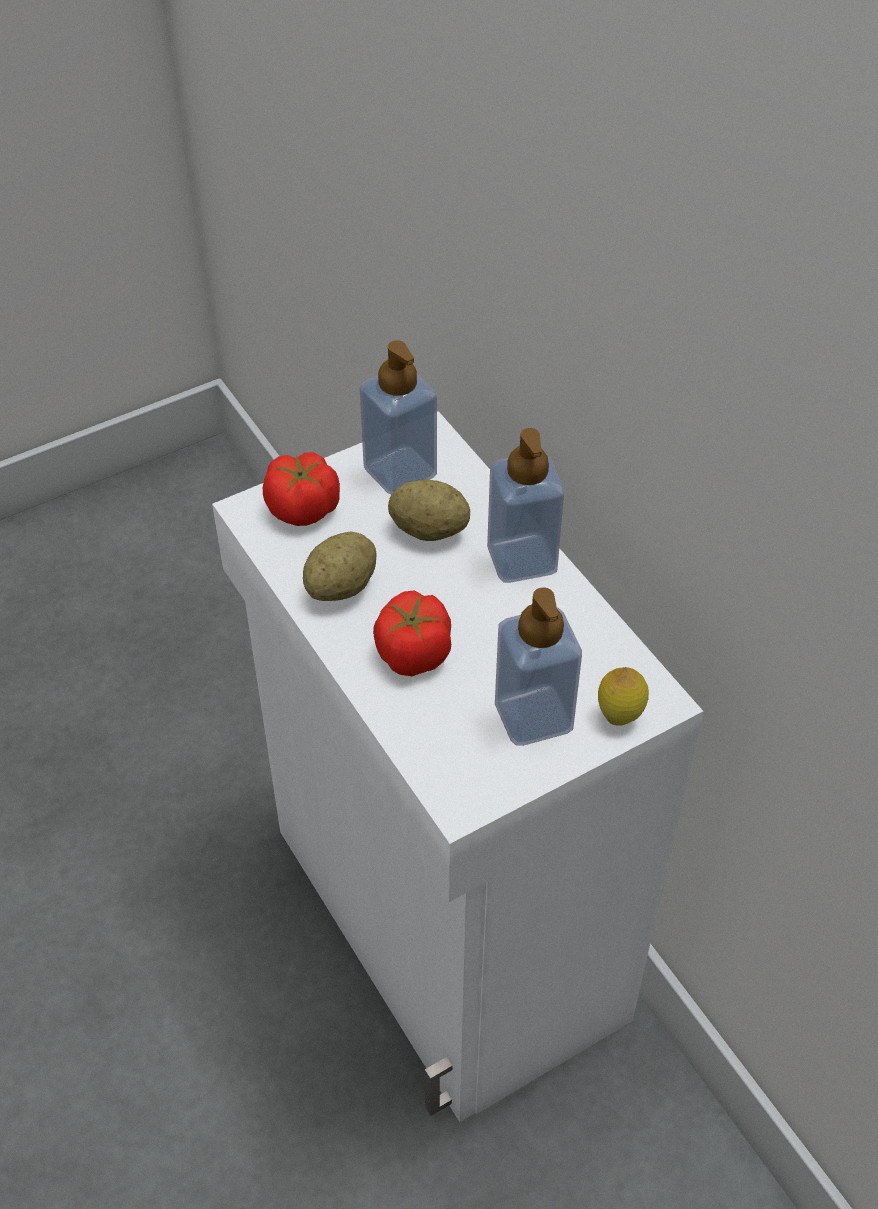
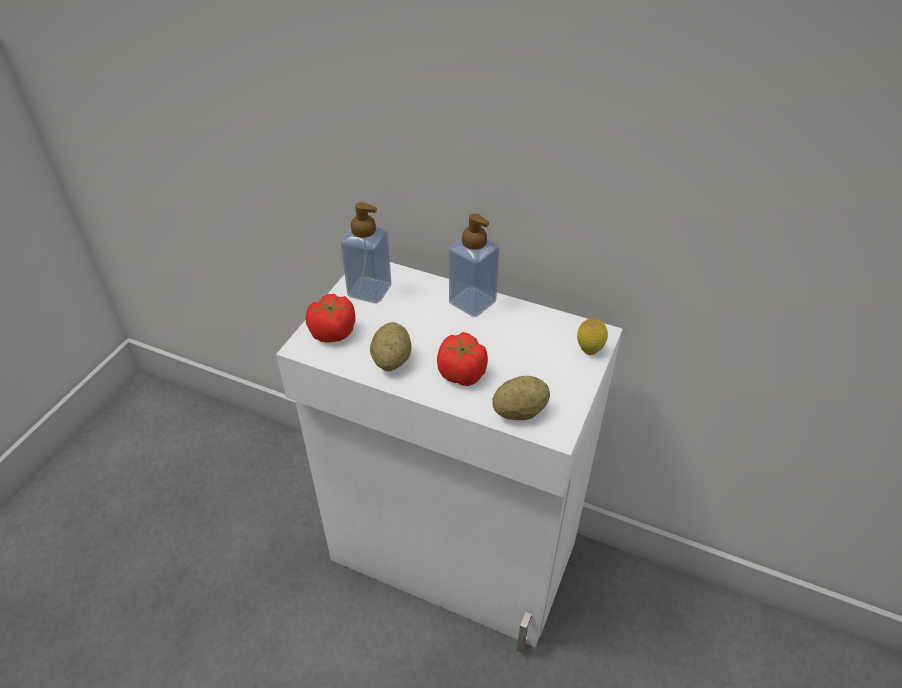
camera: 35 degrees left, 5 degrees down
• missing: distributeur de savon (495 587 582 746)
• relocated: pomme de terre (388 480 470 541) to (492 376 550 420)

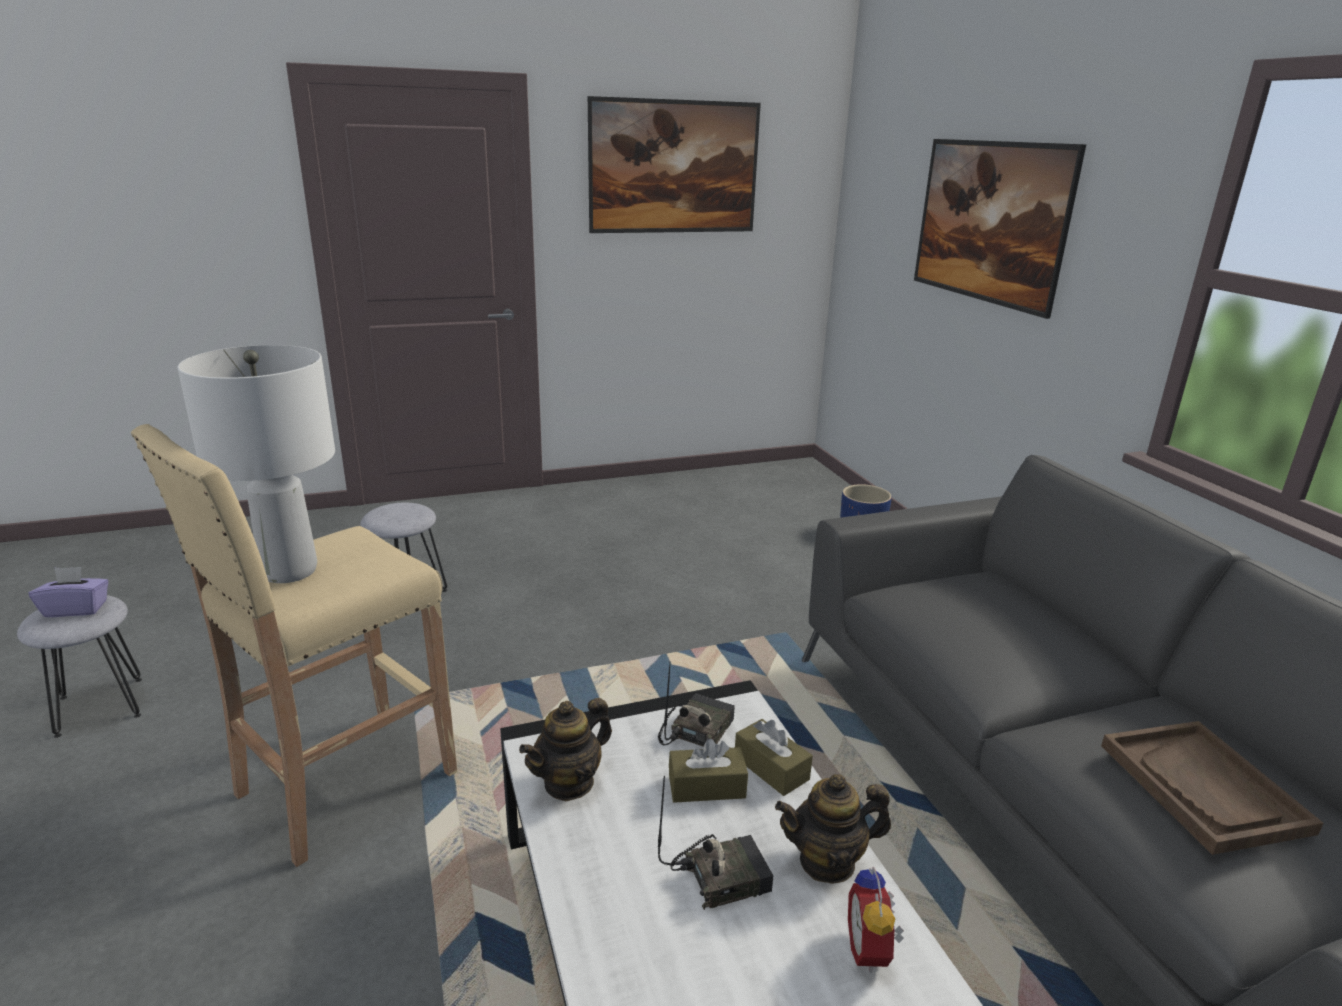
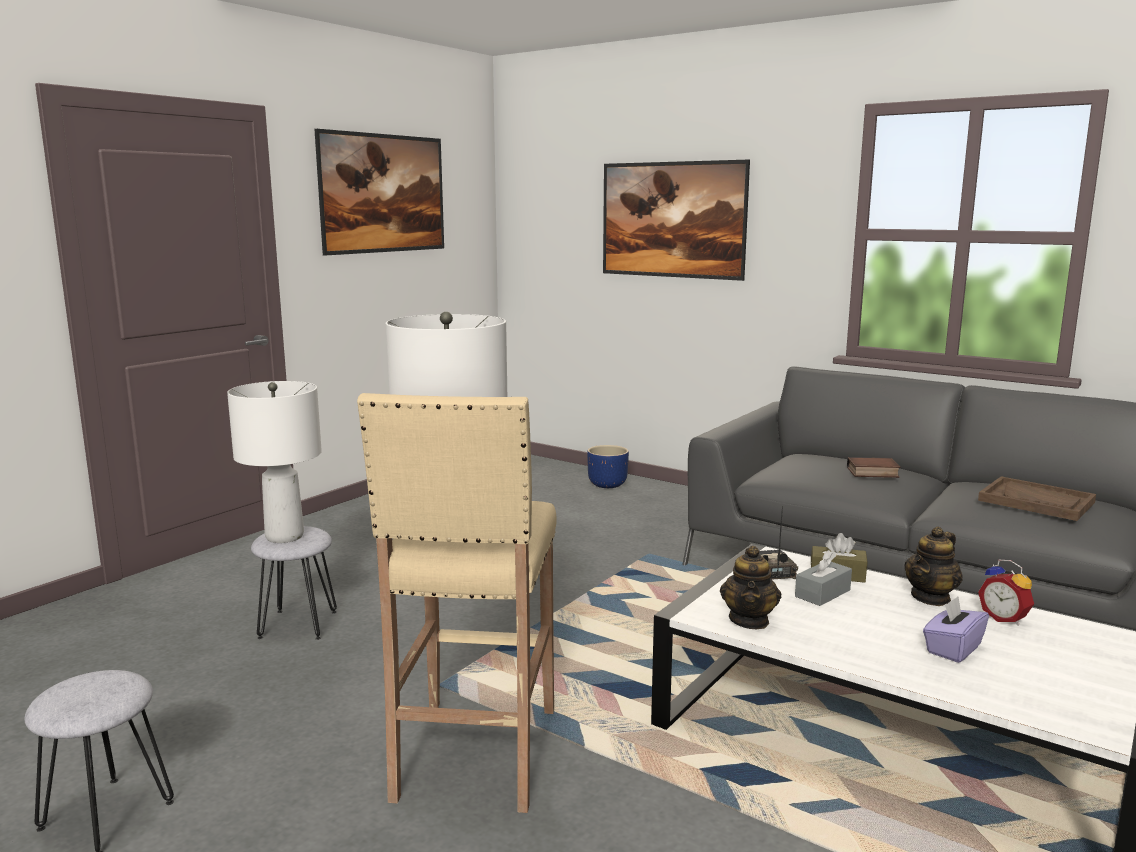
camera: 35 degrees left, 10 degrees down
• missing: radio (658 776 774 910)
• appeared: lampe de table (blanc) (227 381 322 543)
• appeared: livre (847 457 900 478)
• relocated: boîte à mouchoirs (violet) (29 567 109 617) to (923 596 989 663)
• colour: boîte à mouchoirs (marron) (669 739 748 803) to boîte à mouchoirs (gris) (795 550 852 606)

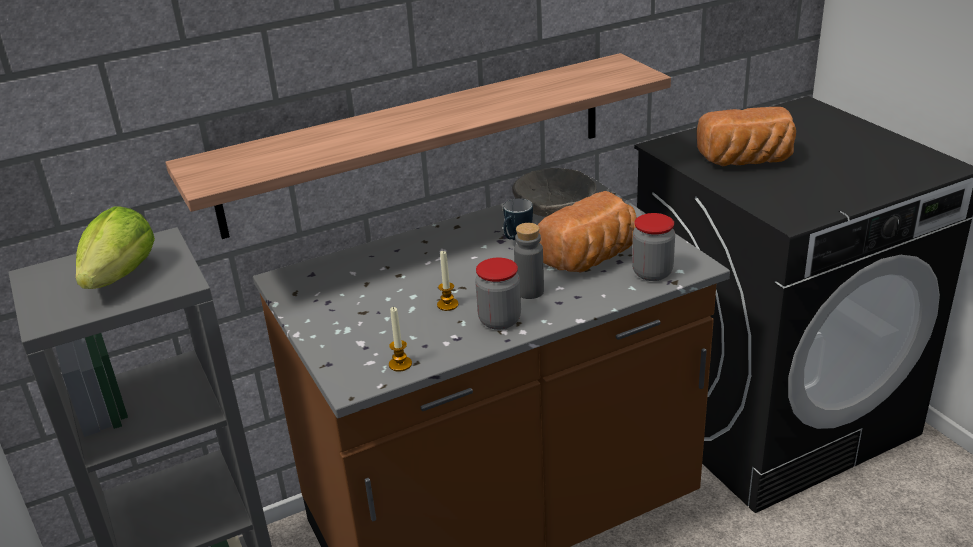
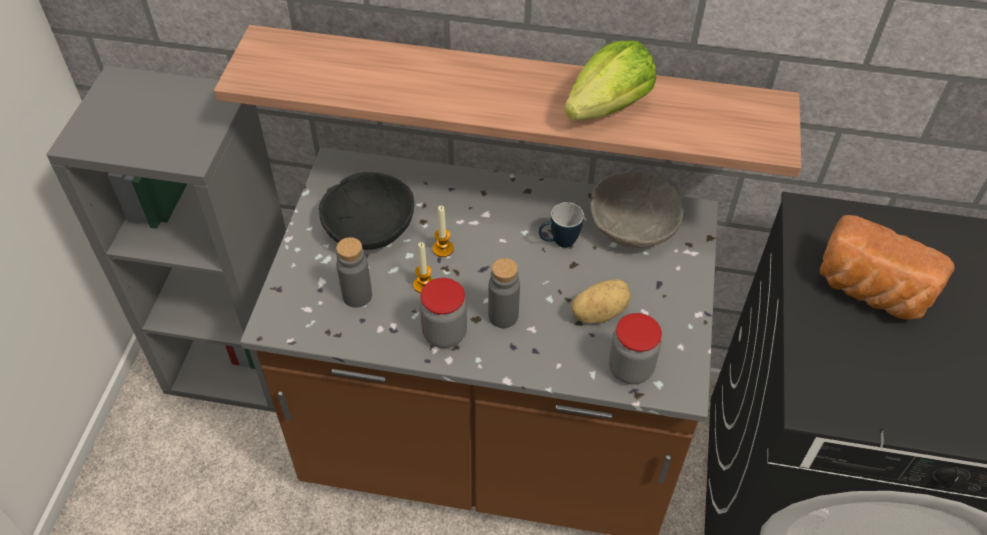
camera: 35 degrees right, 20 degrees up
• appeared: bol (noir) (319 172 414 250)
• appeared: bouteille (gris) (336 237 372 308)
• relocated: laitue (76 207 155 289) to (564 40 656 121)
• relocated: bougie (389 307 412 372) to (432 206 454 257)
• exchanged: pain (538 191 637 273) to pomme de terre (571 279 631 323)

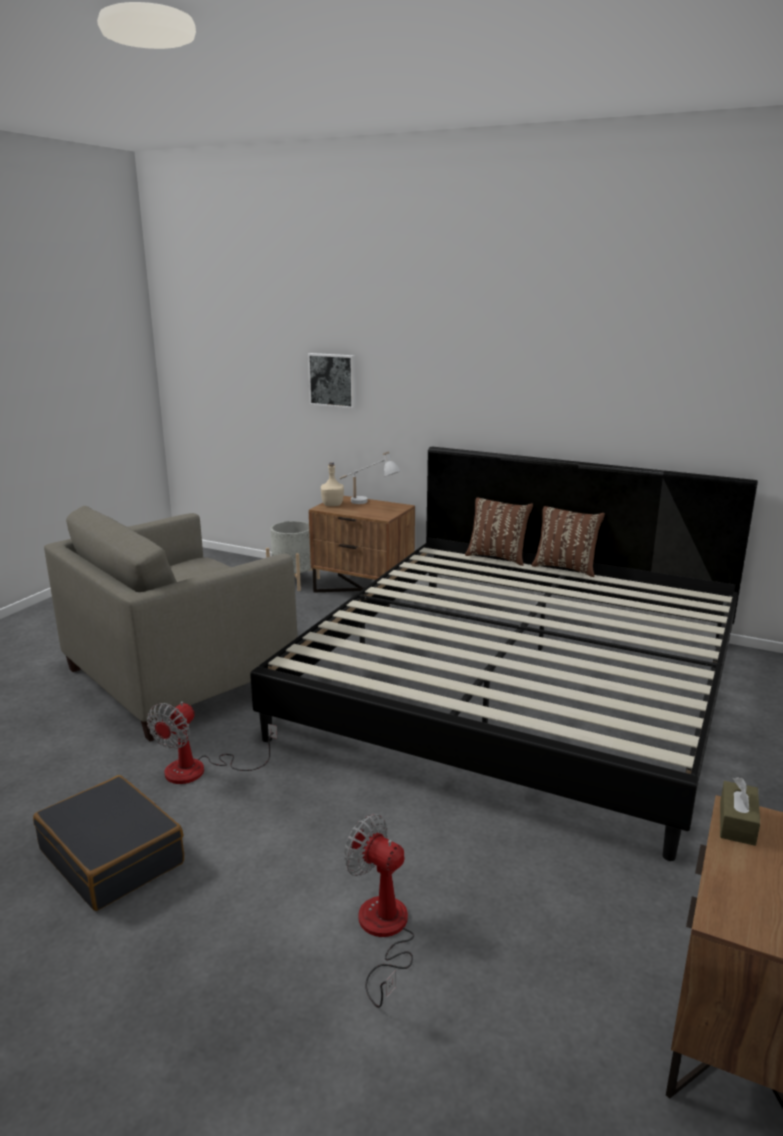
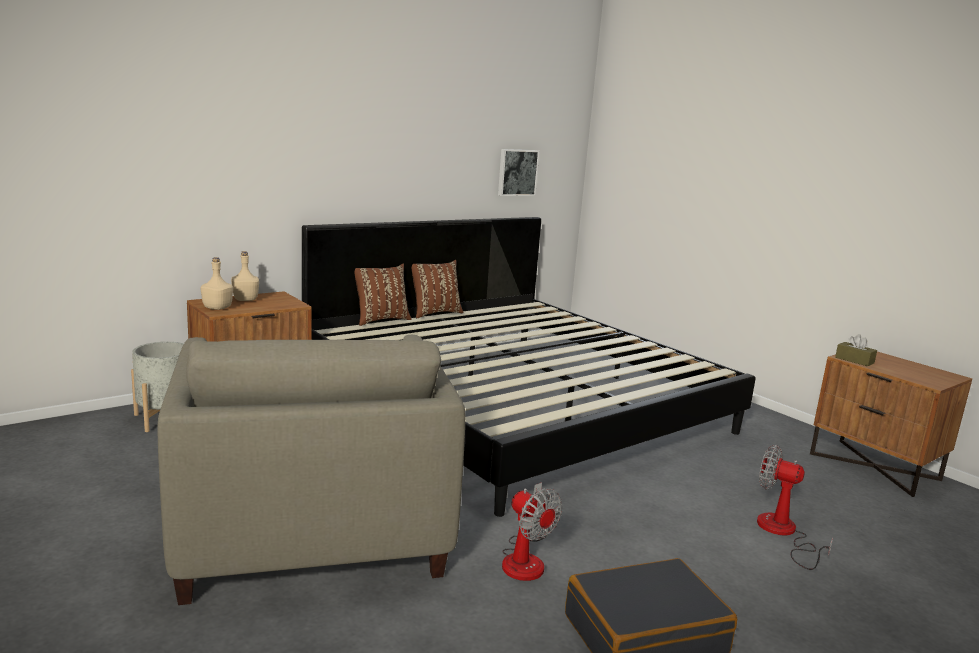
camera: 65 degrees left, 5 degrees down
• relocated: tableau (308 353 356 408) to (498 149 539 196)
• exchanged: lampe de table (blanc) (339 452 401 504) to bouteille (beige) (231 251 259 301)
• spun: ventilateur (344 814 414 1008) = (757 445 833 570) 60 degrees clockwise

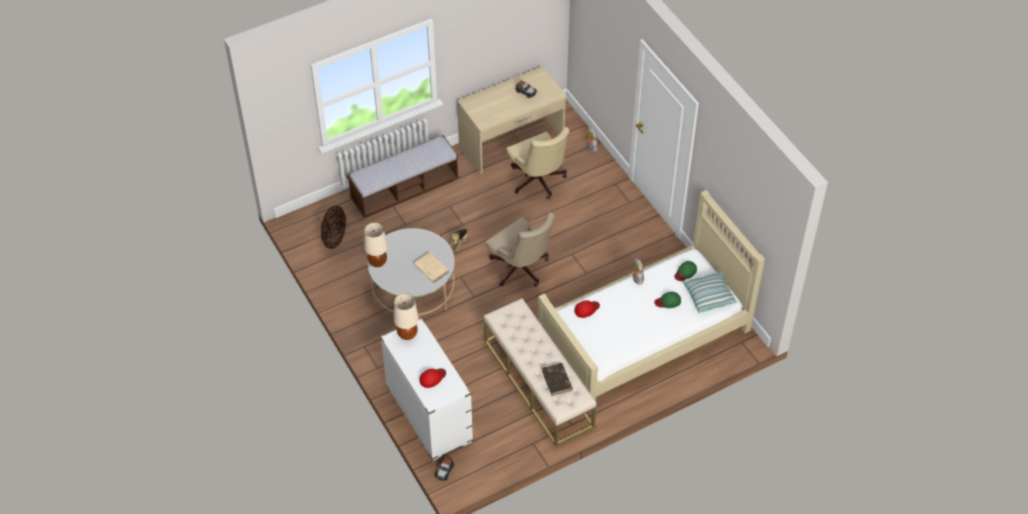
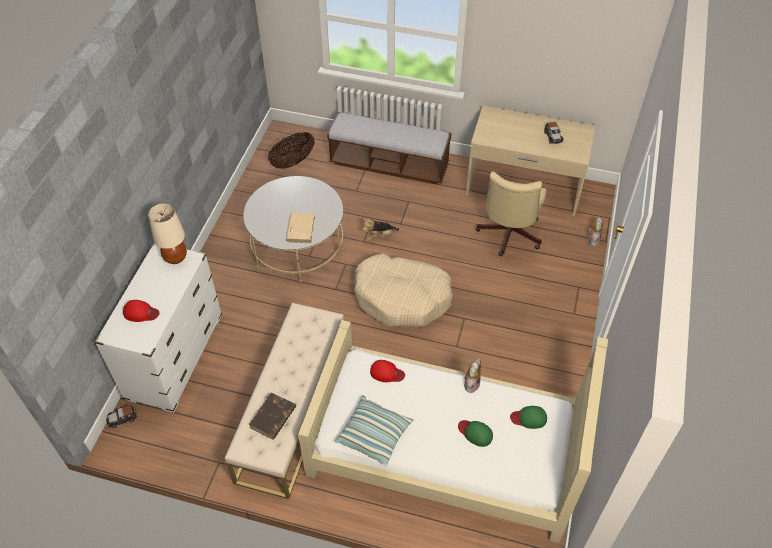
camera: 45 degrees right, 0 degrees up
• missing: lampe de table (beige) (364 222 388 267)
• relocated: coussin (682 271 737 313) to (335 395 414 466)
• exchanged: chaise de bureau (beige) (486 212 555 287) to panier pour chien (beige) (354 253 453 327)

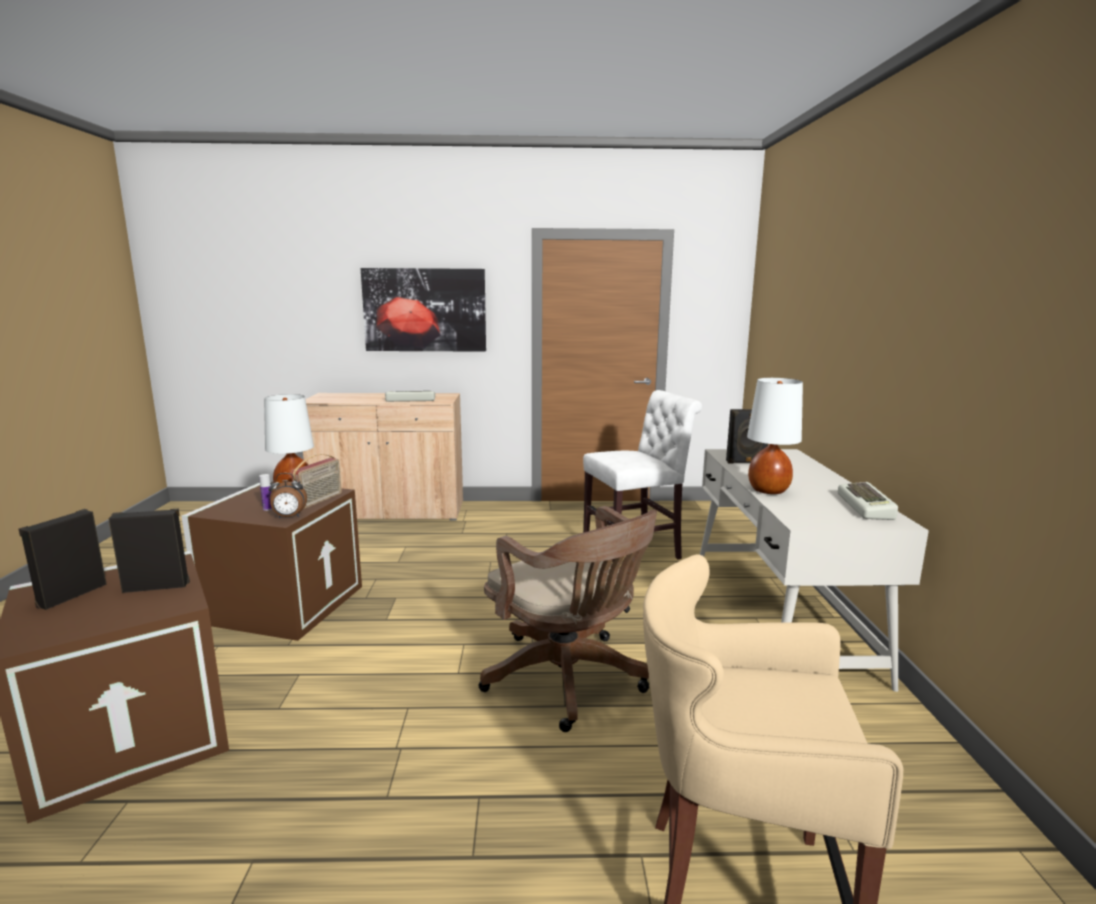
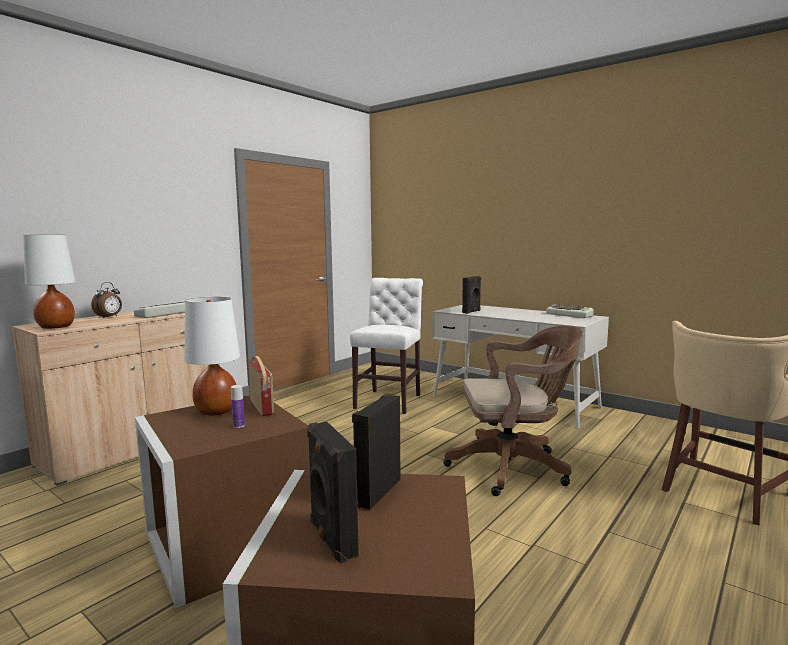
camera: 50 degrees left, 5 degrees down
• missing: tableau (361 268 486 352)
• relocated: réveil (269 473 307 518) to (91 282 122 318)
• relocated: lampe de table (blanc) (747 378 803 494) to (23 235 76 329)

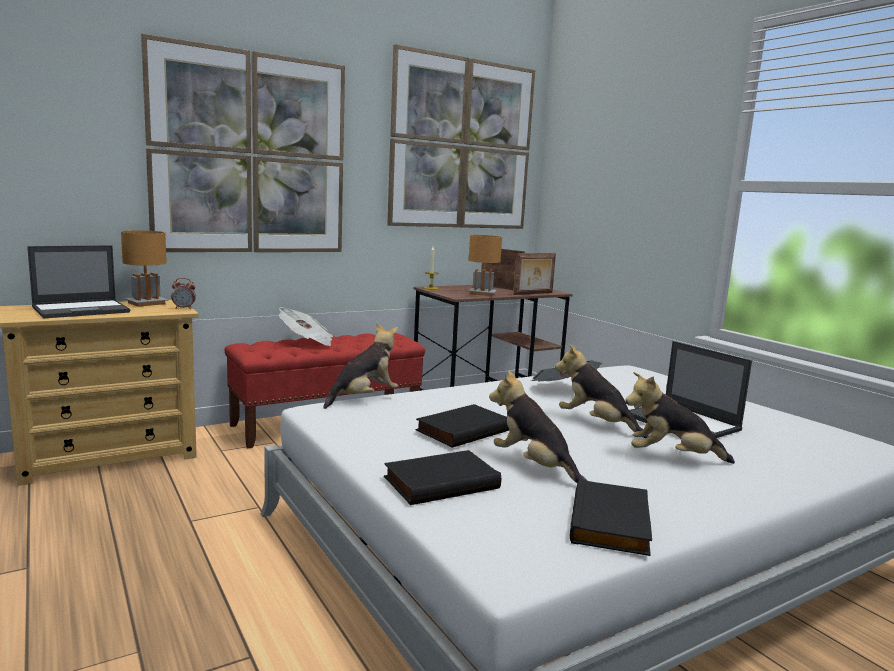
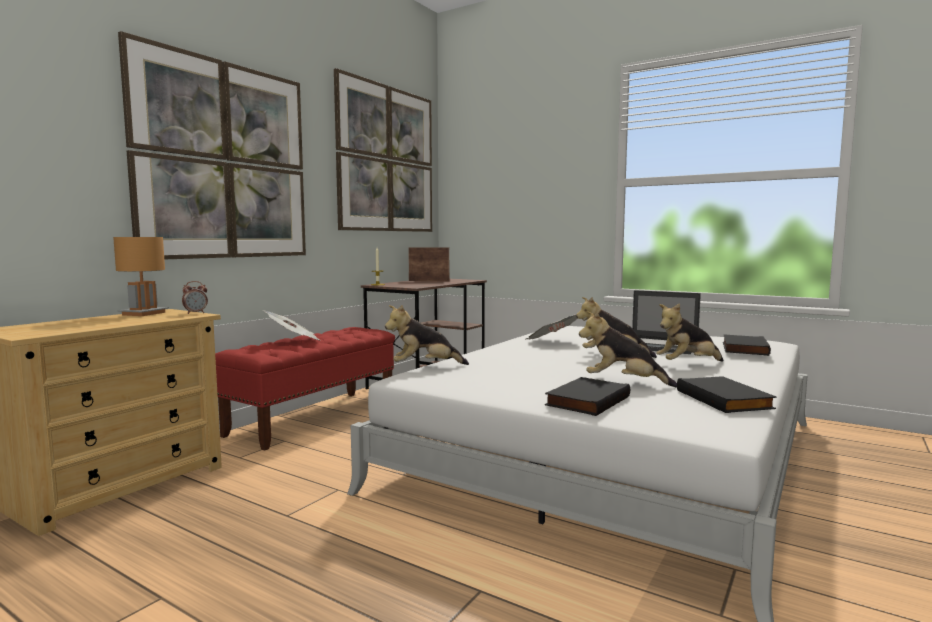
camera: 25 degrees left, 5 degrees down
• missing: ordinateur portable (27 245 130 318)
• missing: lampe de table (marron) (468 235 502 296)
• missing: cadre photo (513 253 556 295)
• relocated: livre (noir) (416 404 509 448) to (723 334 771 356)
• spun: peluche (324 324 398 409) = (385 305 469 365) 120 degrees counterclockwise

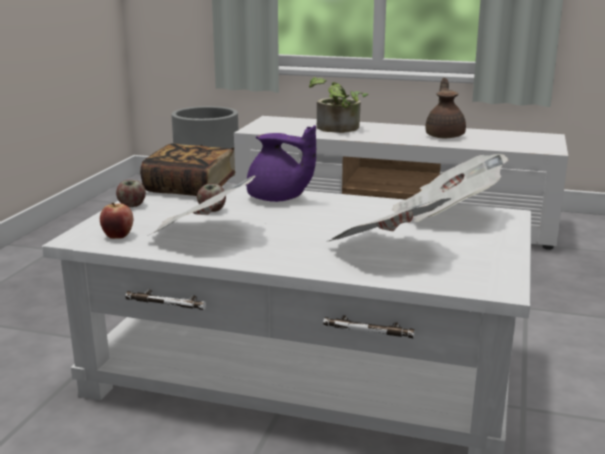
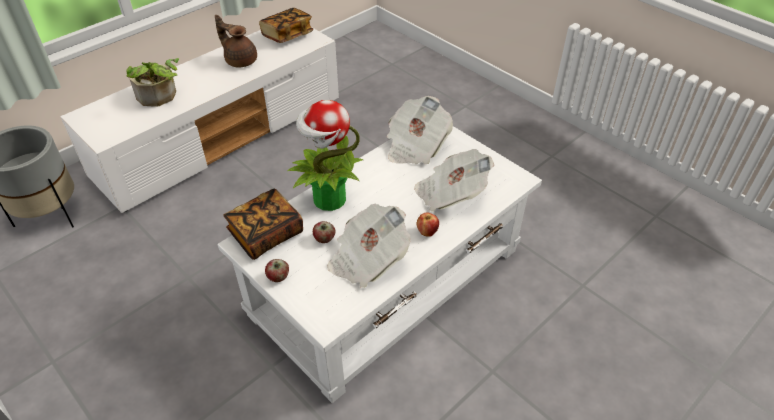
camera: 60 degrees left, 25 degrees up
• appeared: livre (259 8 313 43)
• relocated: pomme (100 203 133 239) to (417 213 439 237)
• exchanged: théière (violet) (246 125 316 202) to plante en pot (288 100 363 211)

